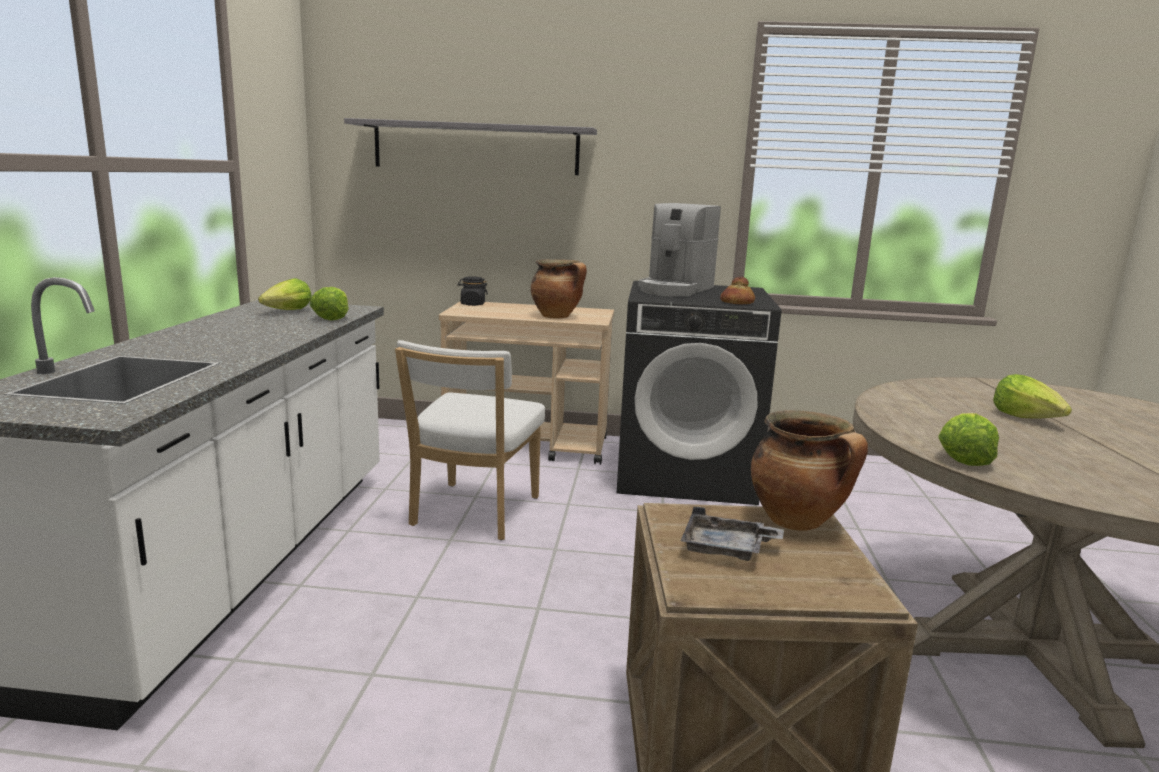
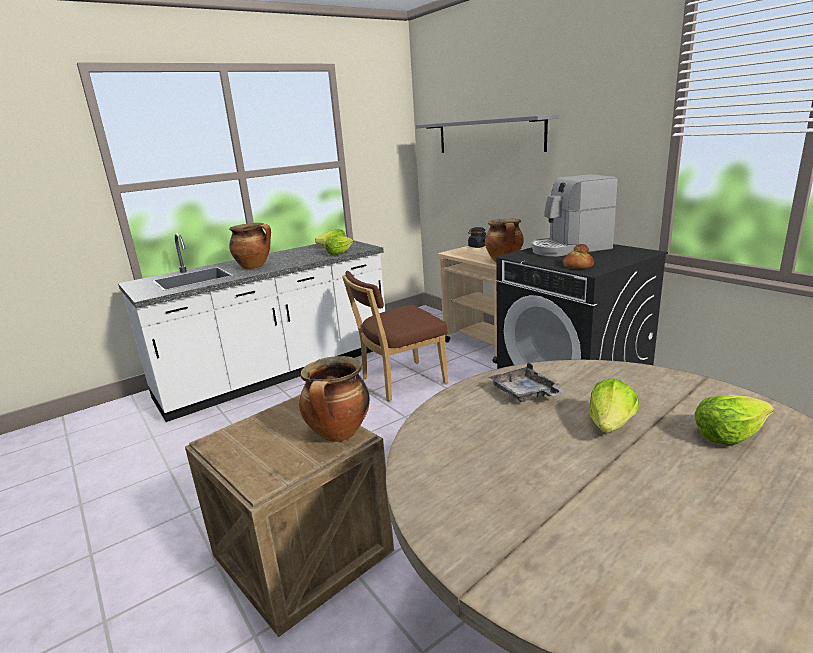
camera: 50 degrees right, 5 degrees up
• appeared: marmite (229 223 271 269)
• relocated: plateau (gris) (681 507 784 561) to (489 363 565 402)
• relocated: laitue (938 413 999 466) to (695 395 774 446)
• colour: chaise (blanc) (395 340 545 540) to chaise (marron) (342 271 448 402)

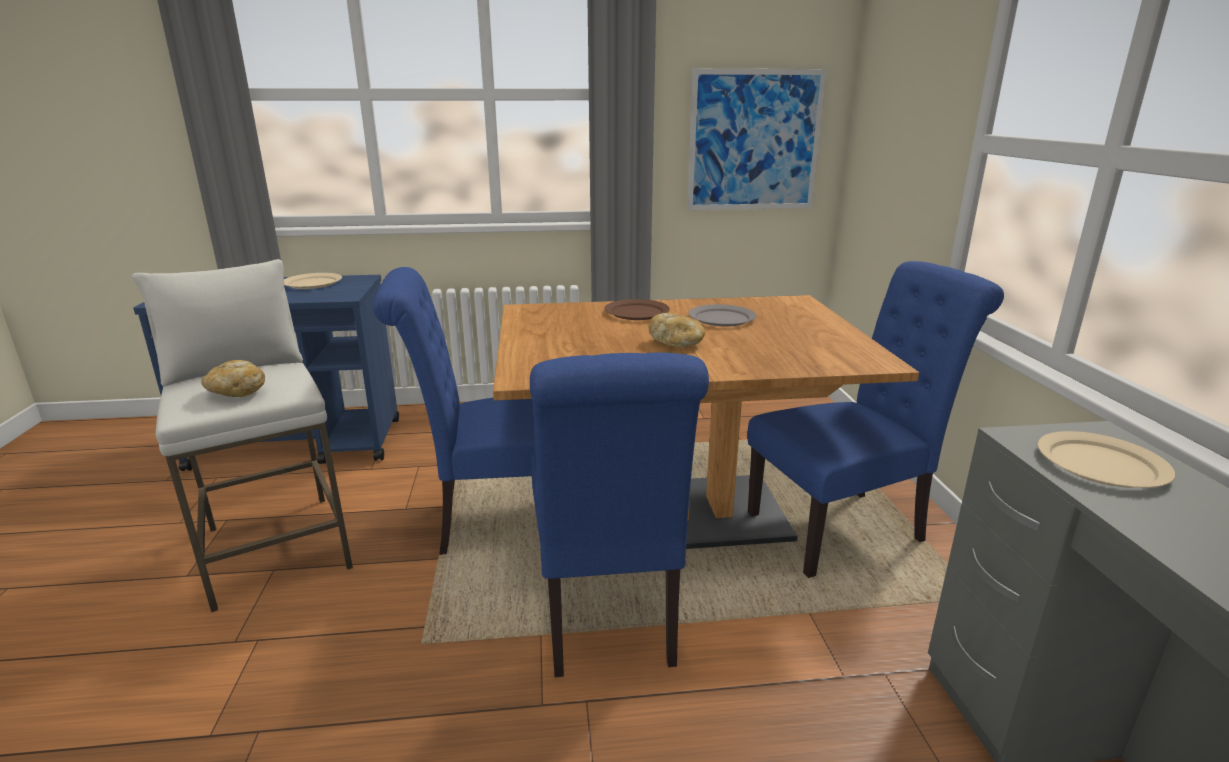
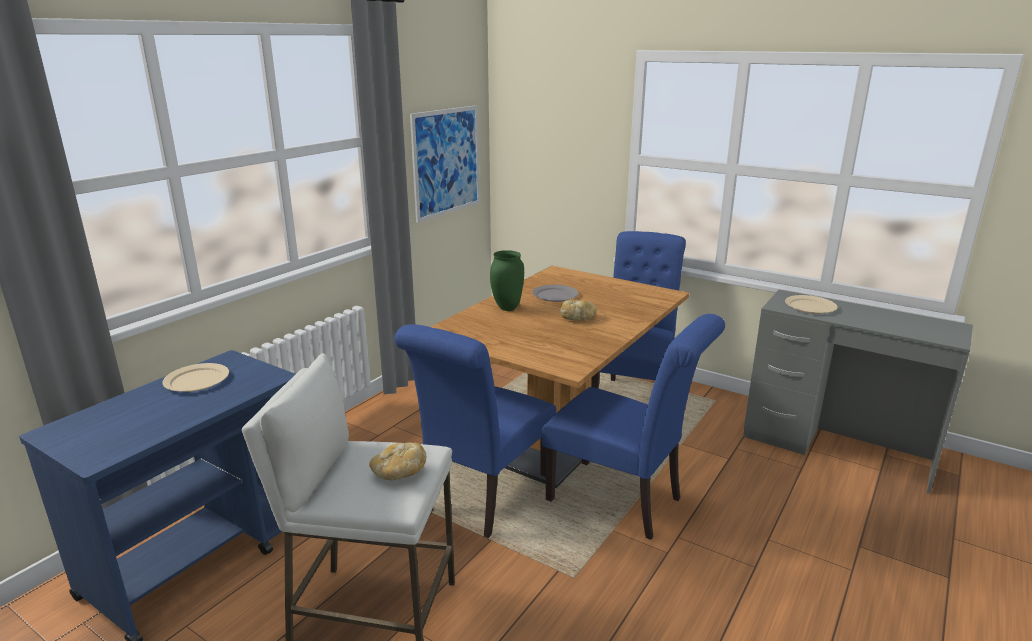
camera: 50 degrees left, 0 degrees up
• exchanged: assiette (marron) (604 299 670 320) to vase (vert) (490 250 524 311)

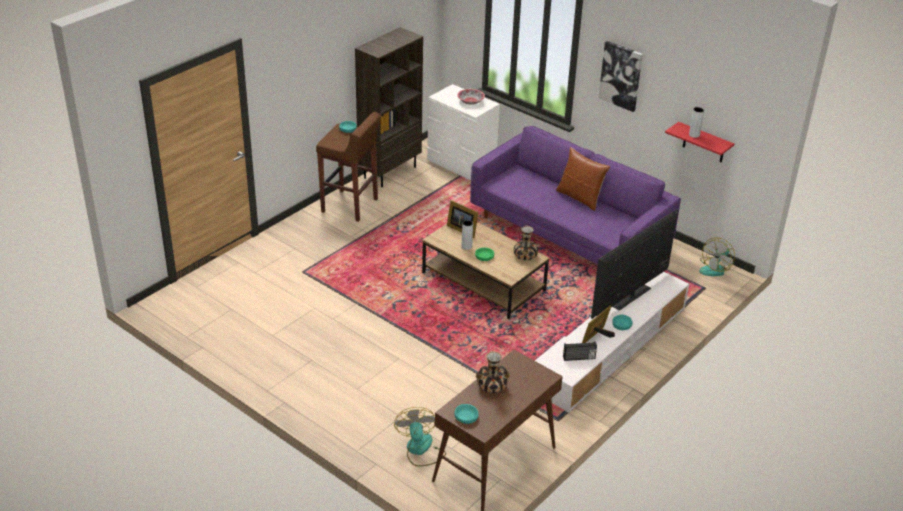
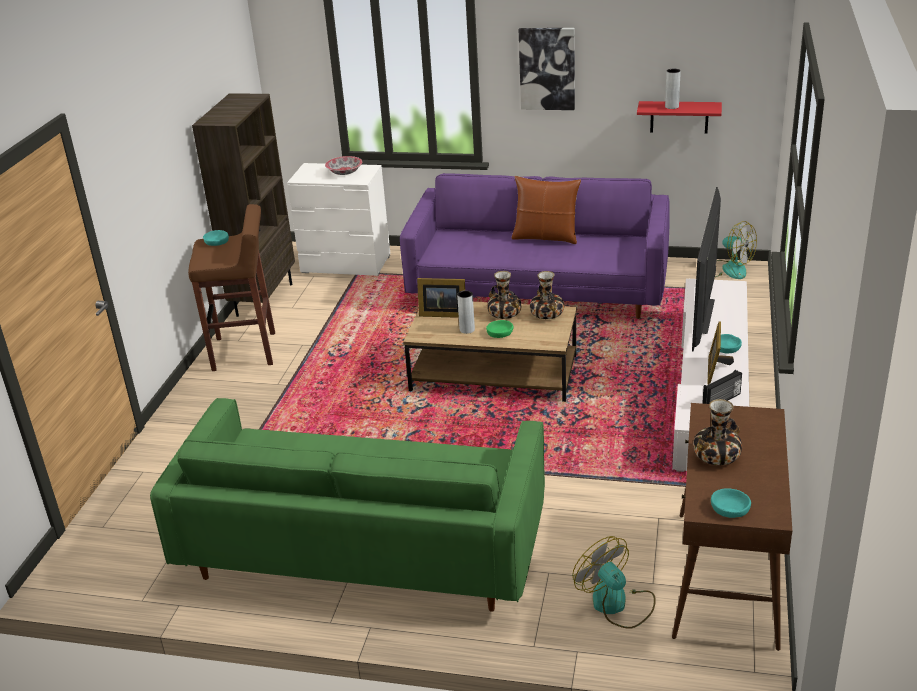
camera: 25 degrees left, 5 degrees down
• appeared: canapé (vert) (150 398 545 612)
• appeared: vase (487 271 522 319)
• spun: ventilateur (699 237 735 276) = (715 221 757 279) 60 degrees counterclockwise

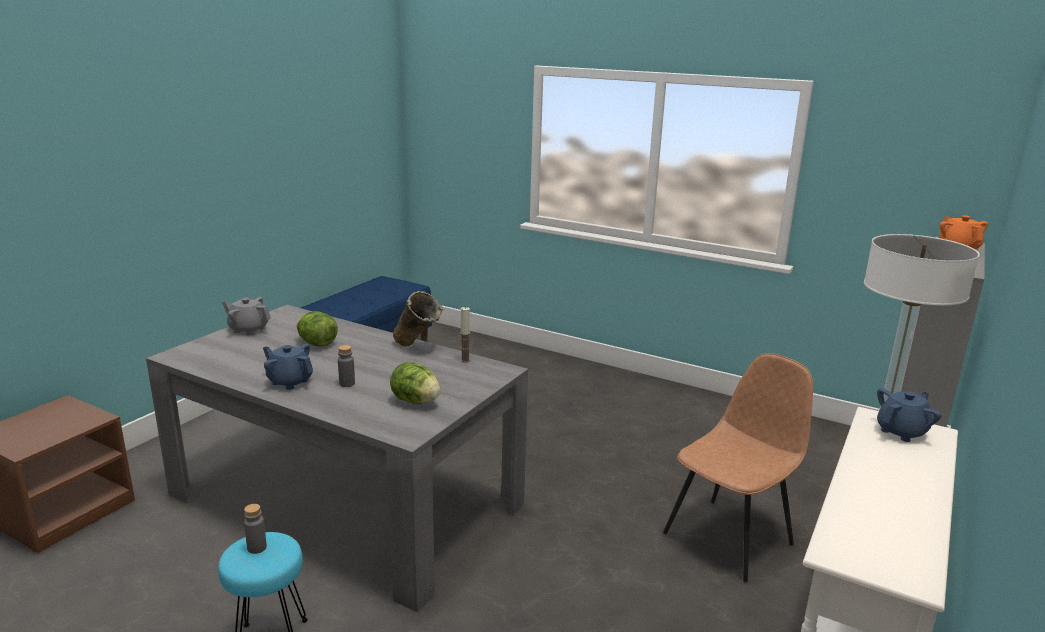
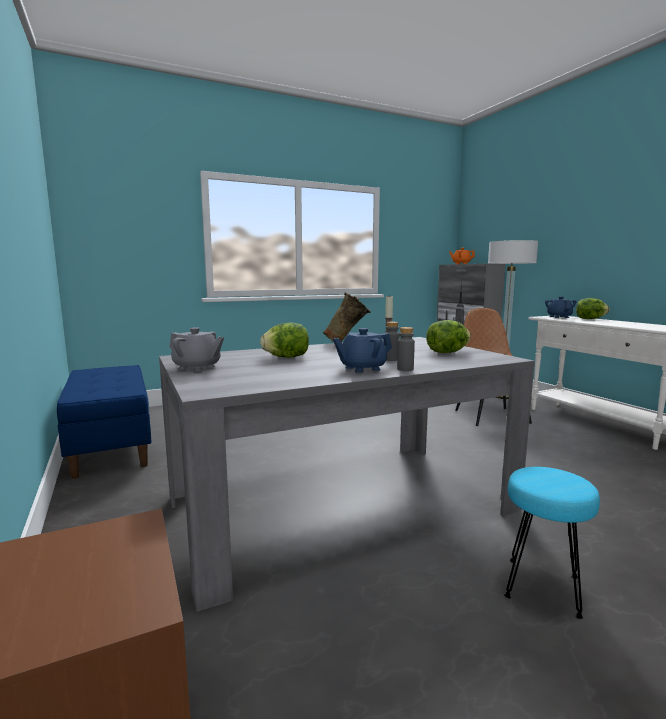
camera: 55 degrees left, 10 degrees down
• appeared: laitue (576 298 609 319)
• relocated: bouteille (gris) (244 504 267 554) to (397 327 415 371)
• spun: théière (gris) (222 297 271 335) = (170 327 224 372) 120 degrees counterclockwise

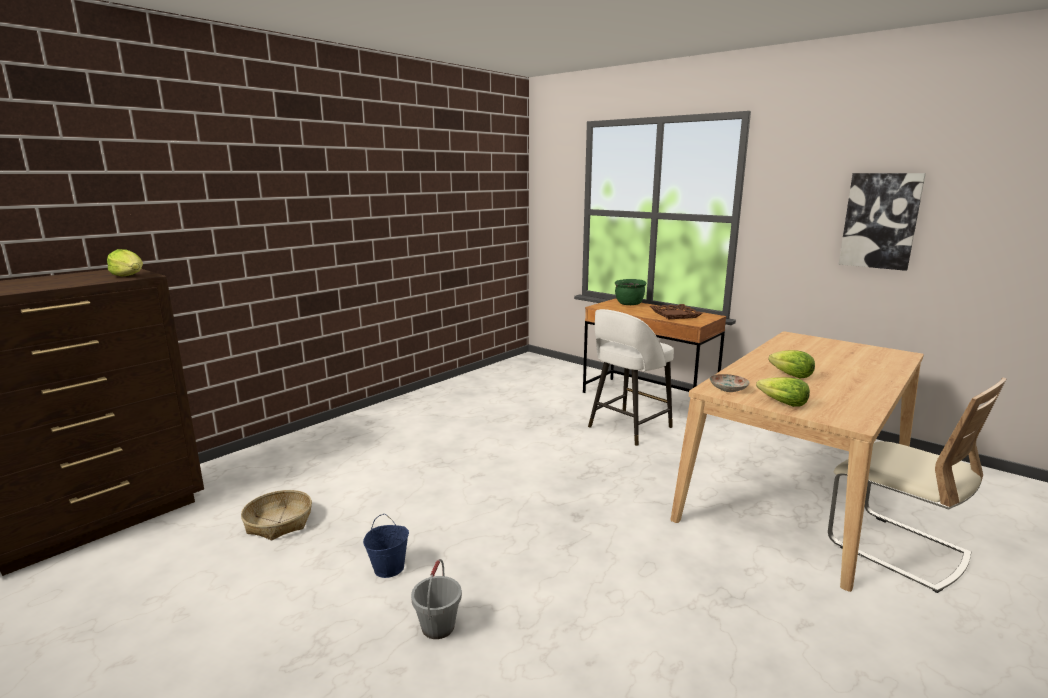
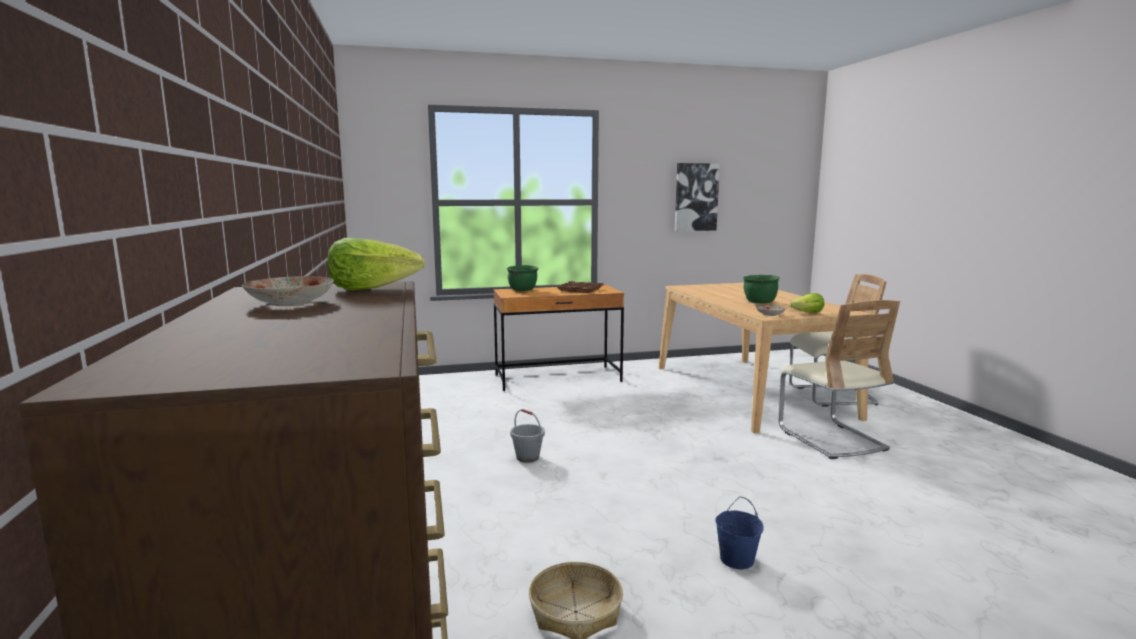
camera: 55 degrees left, 5 degrees down
• missing: tabouret (blanc) (588 309 674 446)
• appeared: assiette (242 276 334 306)
• appeared: chaise (beige) (779 300 900 459)
• relocated: seau (gris) (411 559 462 639) to (510 409 545 463)
• exchanged: laitue (769 350 815 378) to marmite (vert) (743 275 780 303)

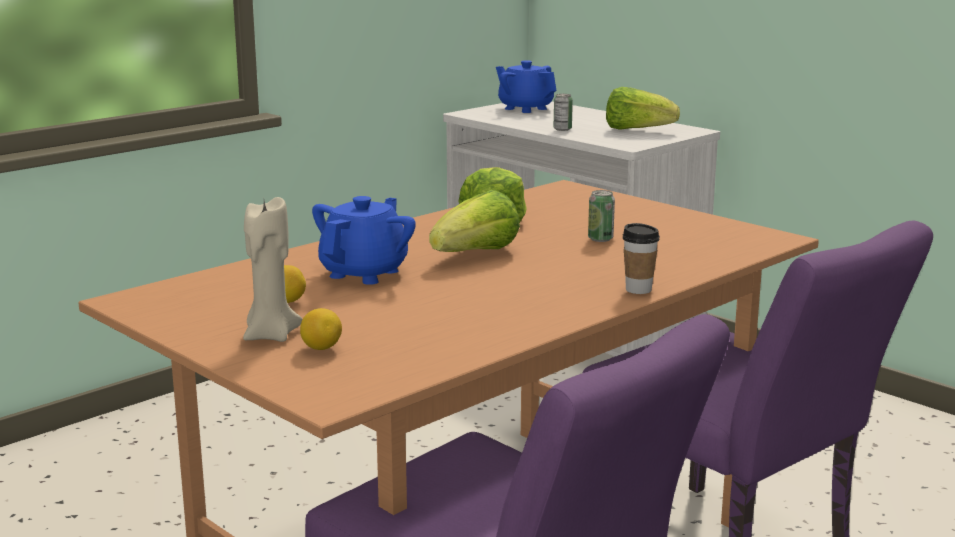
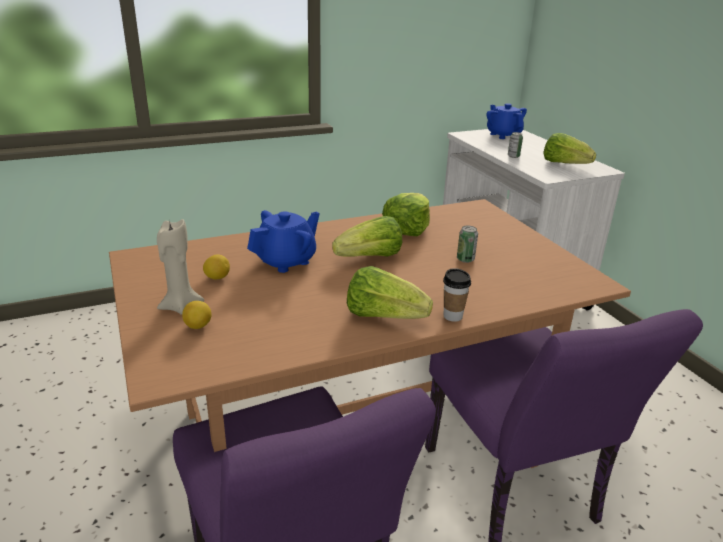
camera: 20 degrees right, 10 degrees up
• appeared: laitue (347 266 433 319)

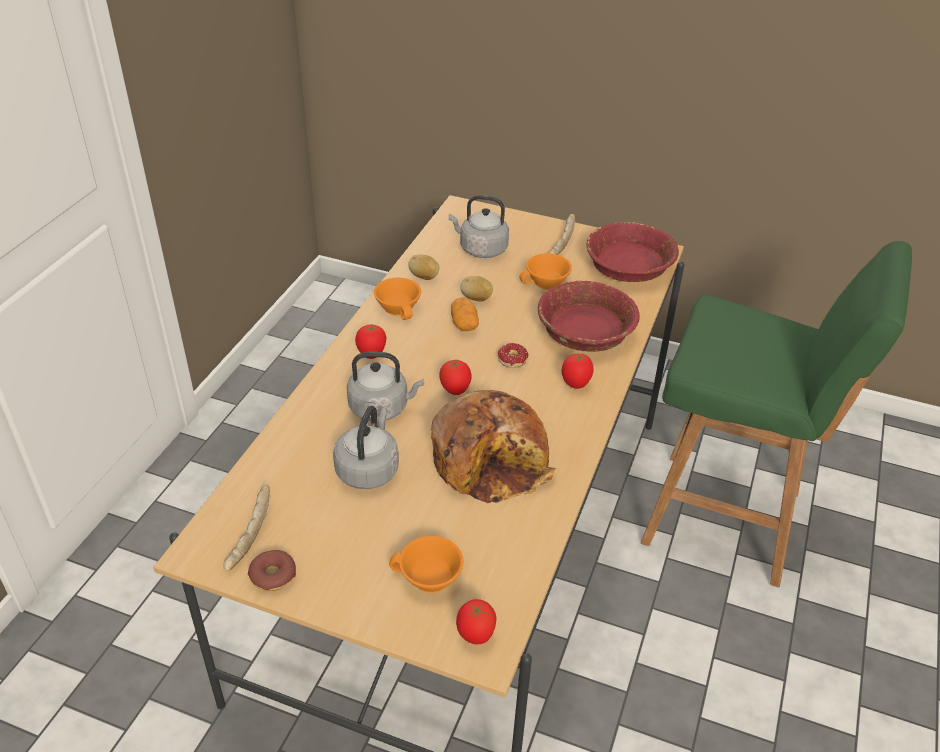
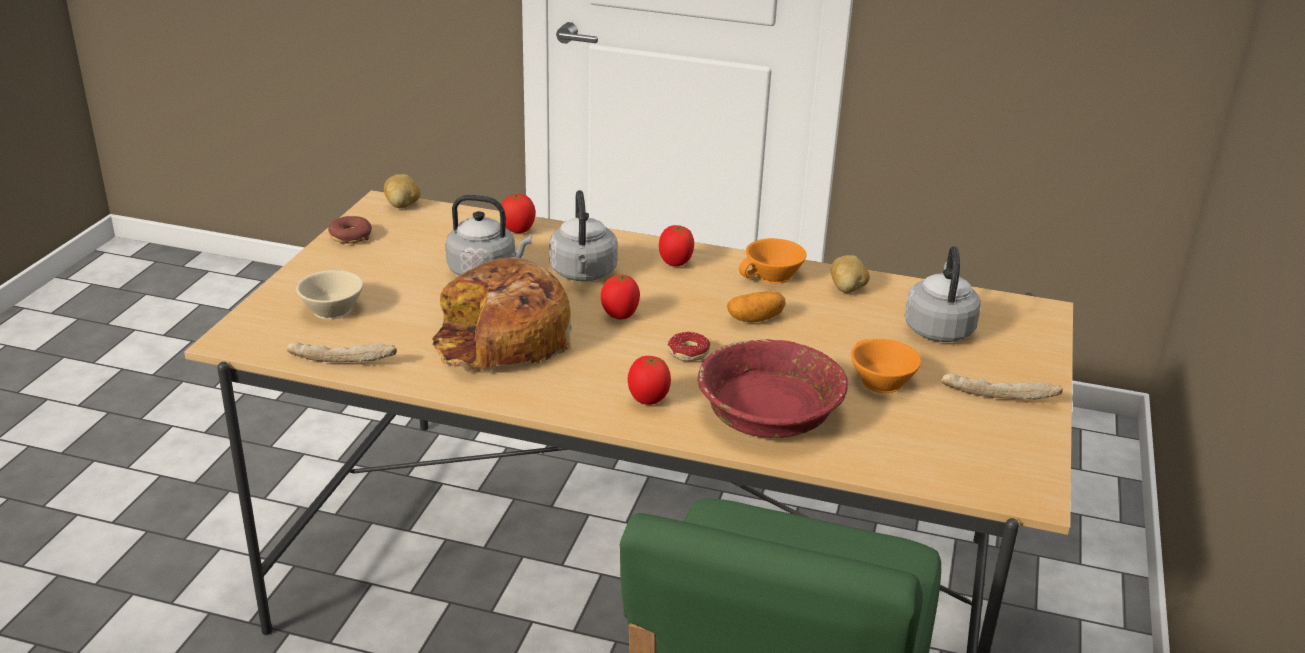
camera: 85 degrees right, 10 degrees down
• missing: bol (rouge) (586 222 679 282)
• relocated: pain (223 485 271 571) to (286 342 397 363)
• relocated: tomate (456 599 496 644) to (499 193 536 233)
• relocated: pomme de terre (461 276 493 302) to (384 174 420 208)
• colour: tasse (orange) (389 536 464 593) to tasse (beige) (296 270 363 320)

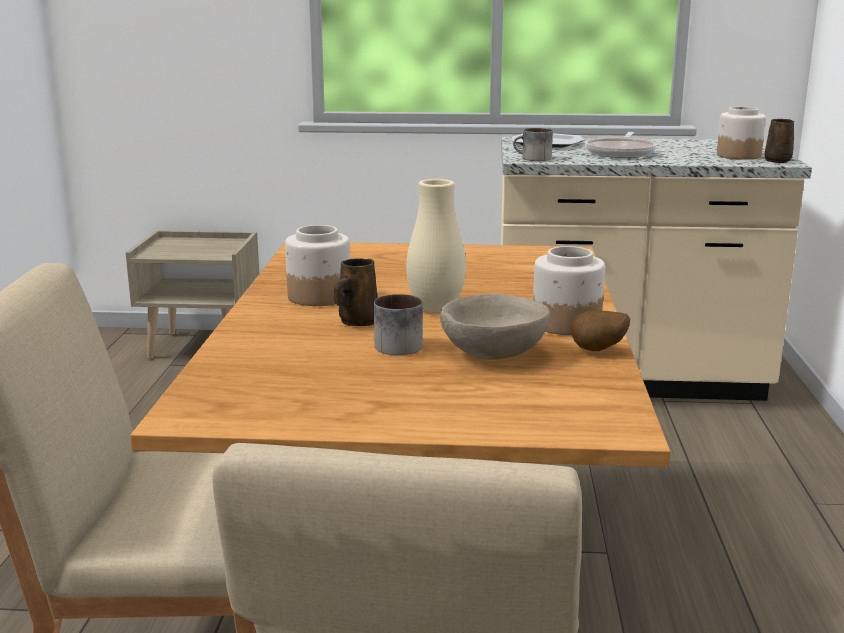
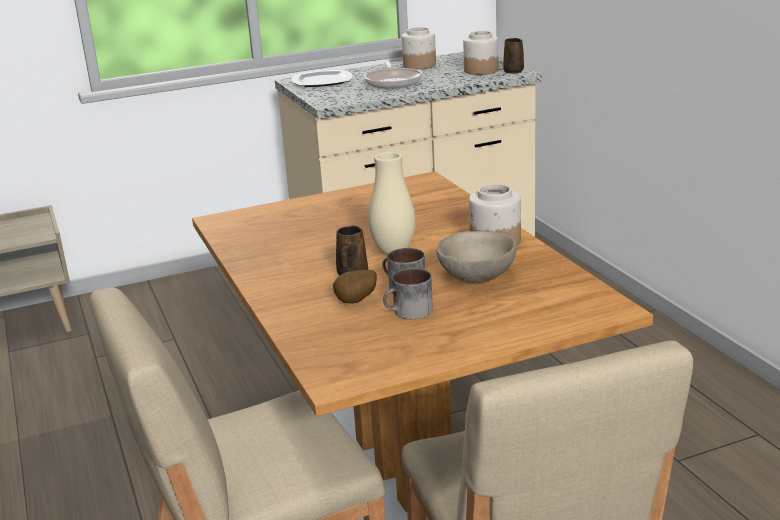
camera: 25 degrees left, 5 degrees up
• relocated: bocal (285 225 350 306) to (402 27 436 69)
• relocated: mug (513 128 553 161) to (383 268 433 320)
• relocated: pomme de terre (571 310 630 351) to (333 270 377 303)

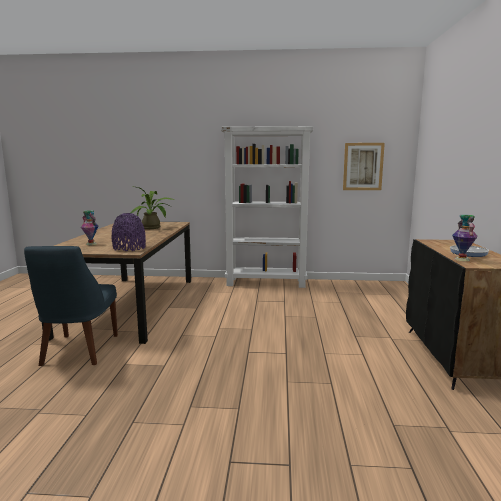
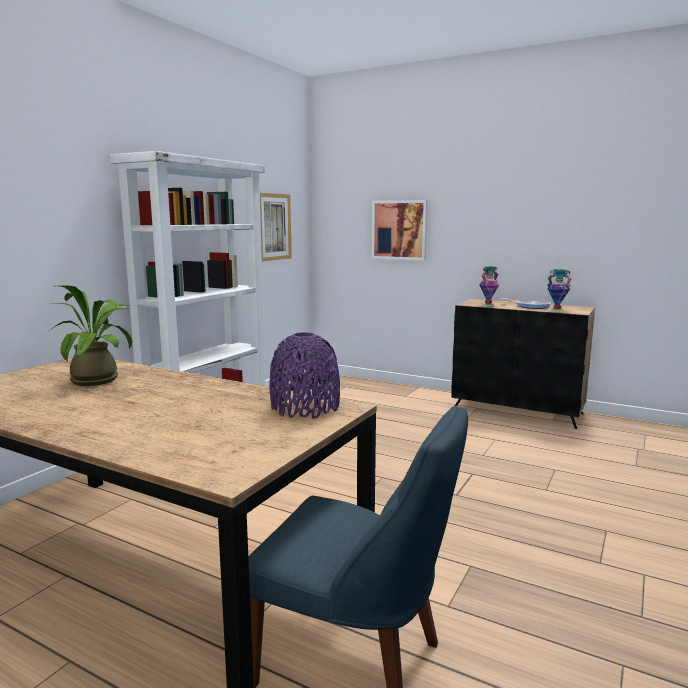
camera: 65 degrees left, 0 degrees up
• appeared: tableau (372 200 428 260)
• relocated: vase (81 210 99 245) to (479 266 500 307)

